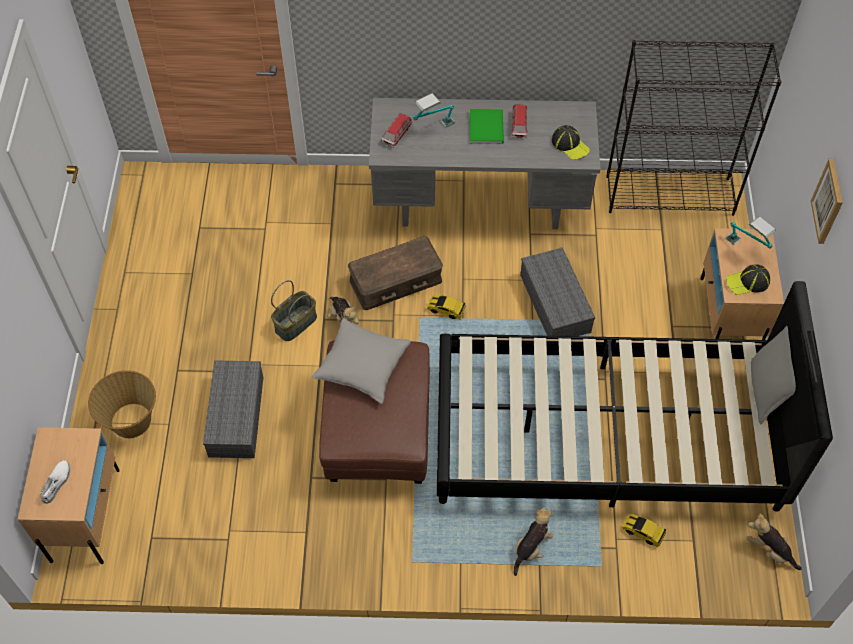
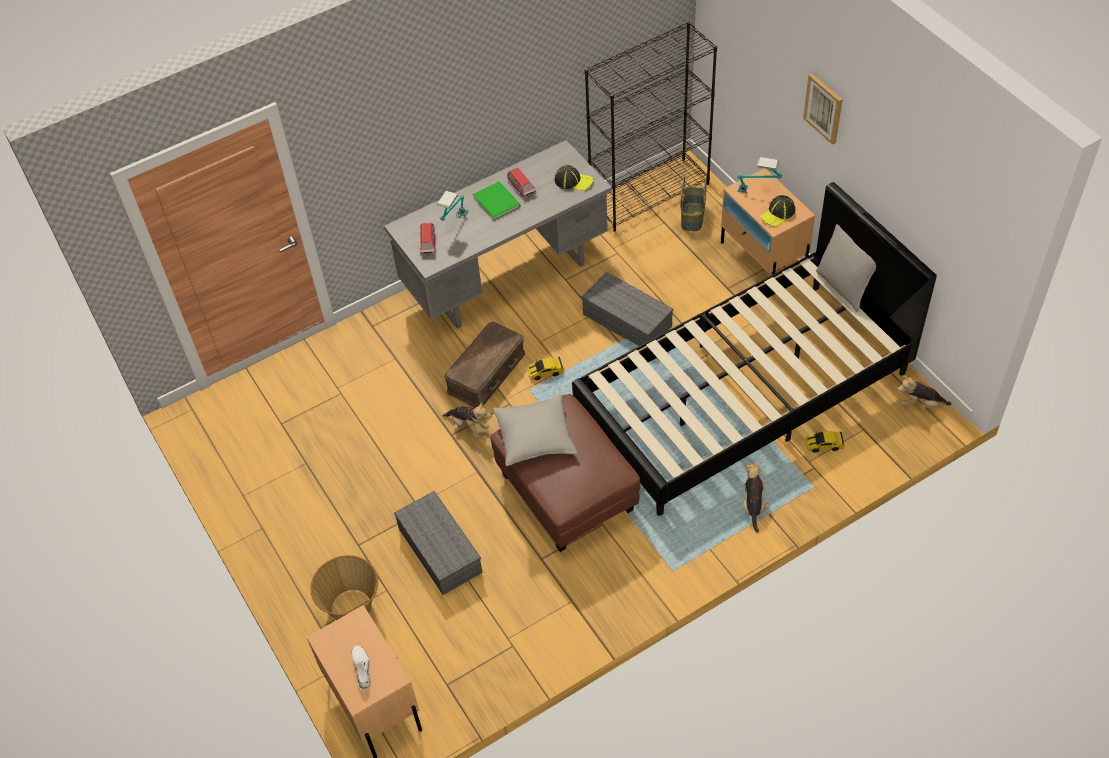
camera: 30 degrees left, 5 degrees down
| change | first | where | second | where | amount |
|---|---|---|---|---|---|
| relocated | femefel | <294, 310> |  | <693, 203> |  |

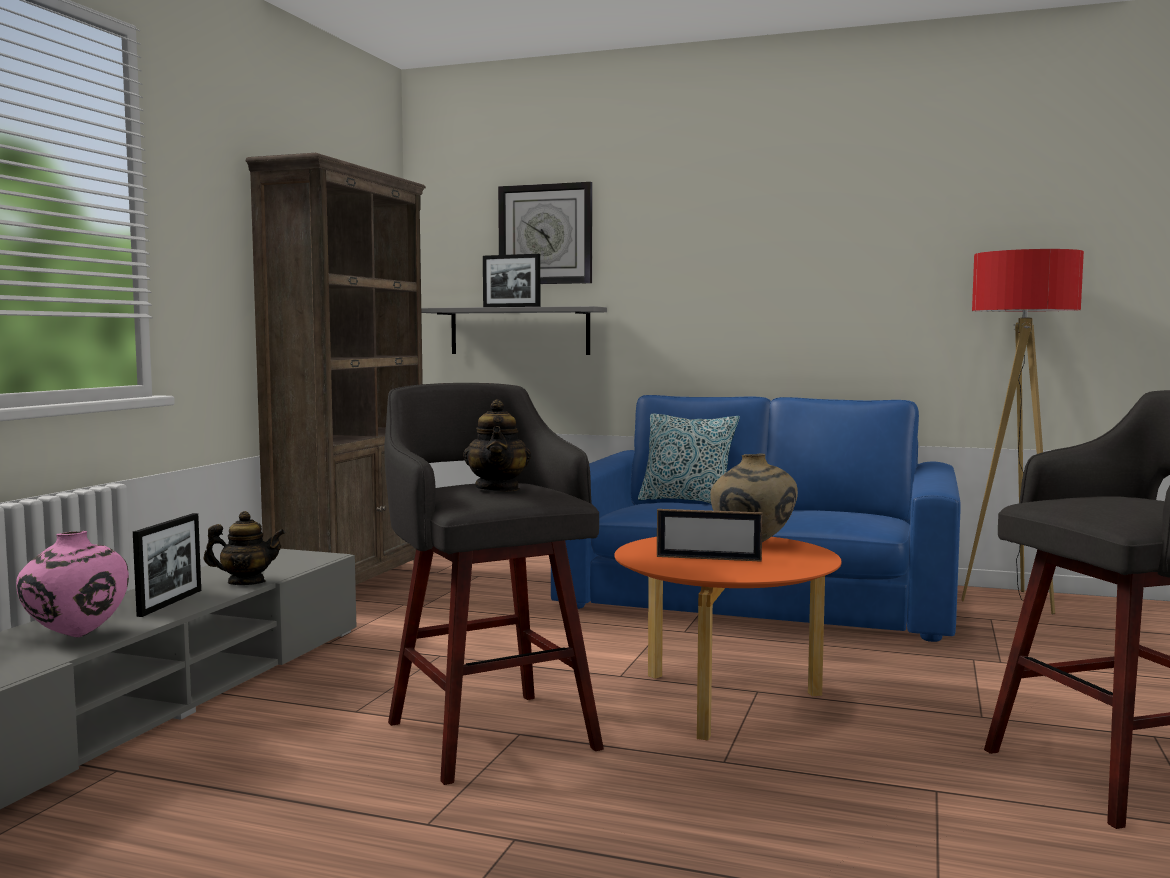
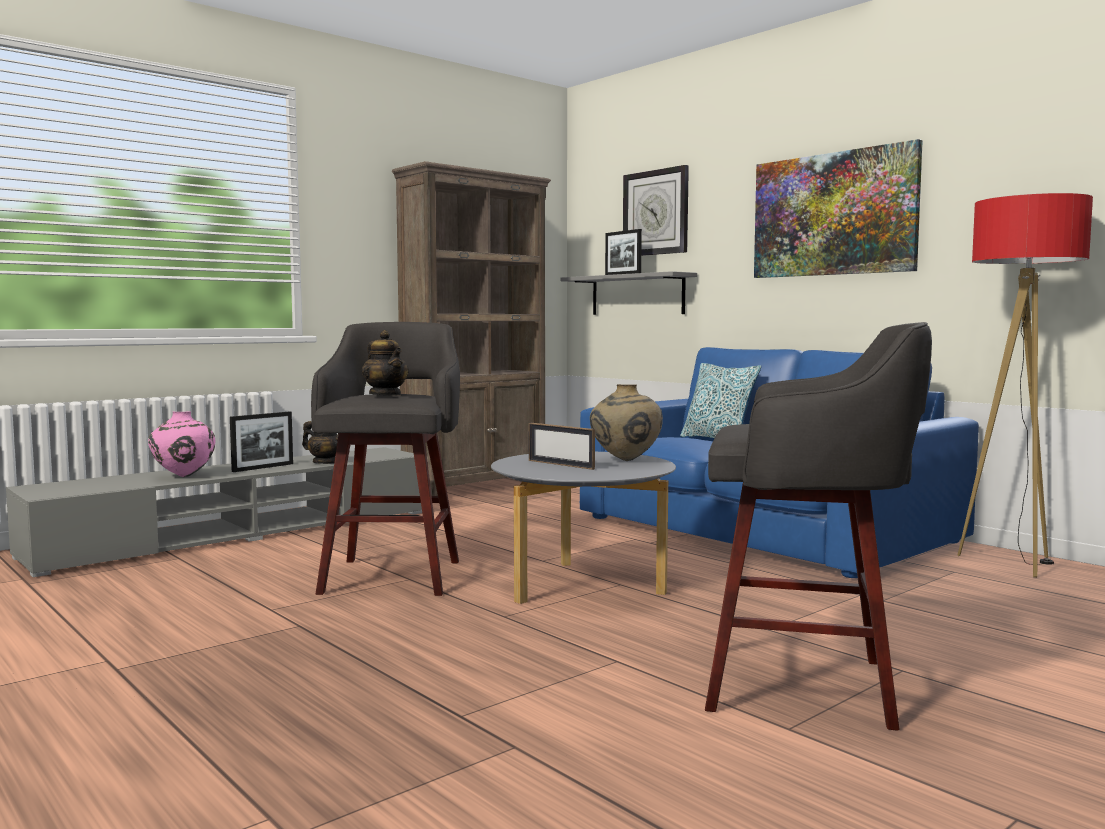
camera: 30 degrees right, 0 degrees up
| change | first | where | second | where | amount |
|---|---|---|---|---|---|
| spun | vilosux | <497, 445> |  | <385, 363> | 60 degrees counterclockwise |
| colour | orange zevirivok | <728, 639> | grey zevirivok | <583, 528> |  |
| appeared |  |  | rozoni | <838, 208> |  |

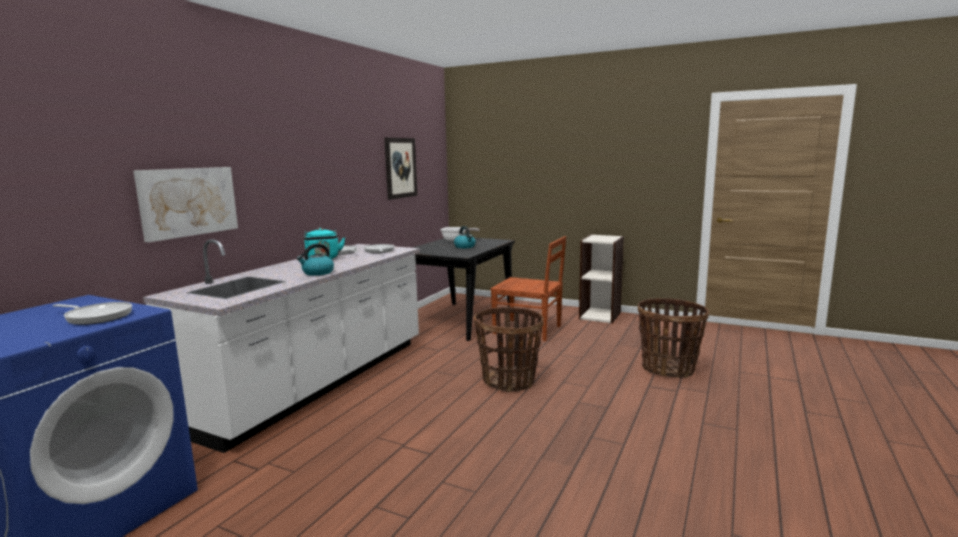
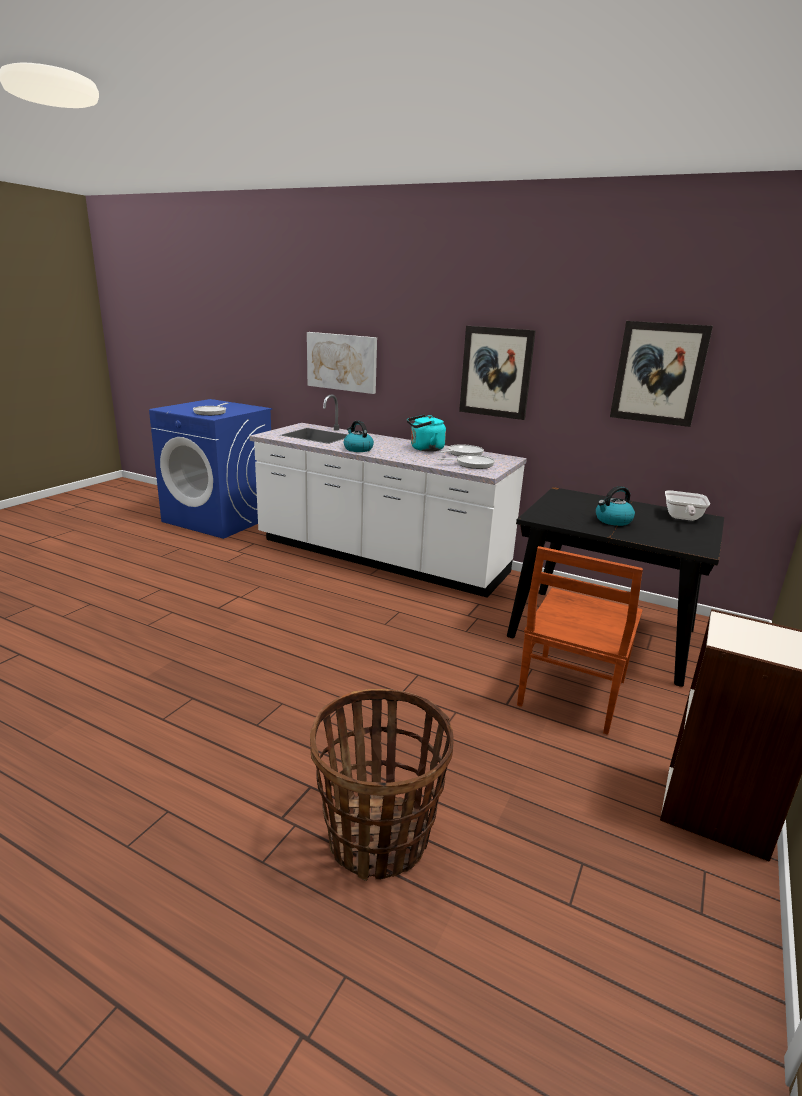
camera: 90 degrees right, 10 degrees up
| change | first | where | second | where | amount |
|---|---|---|---|---|---|
| missing | femefel | <509, 349> |  |  |  |
| appeared |  |  | rozoni | <497, 373> |  |

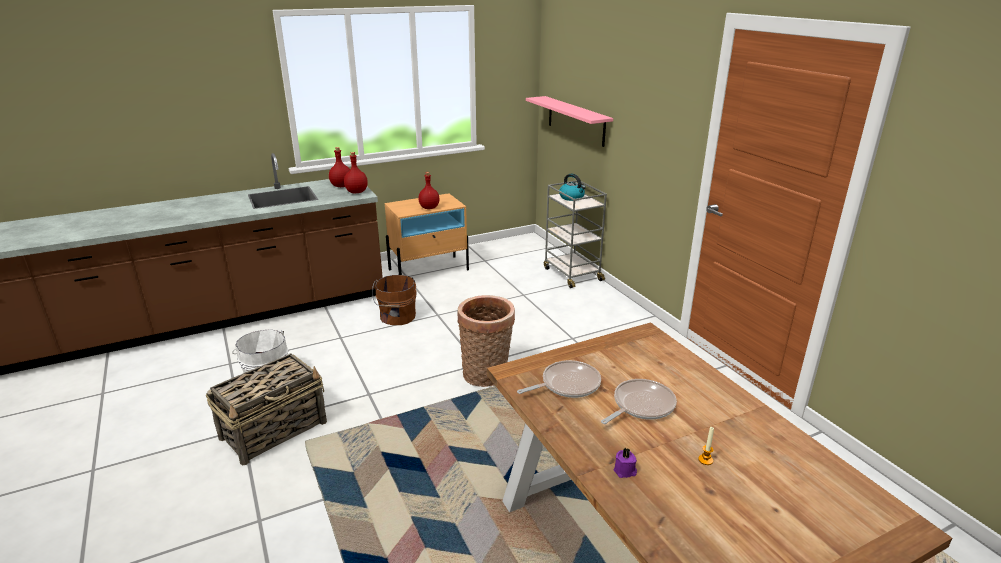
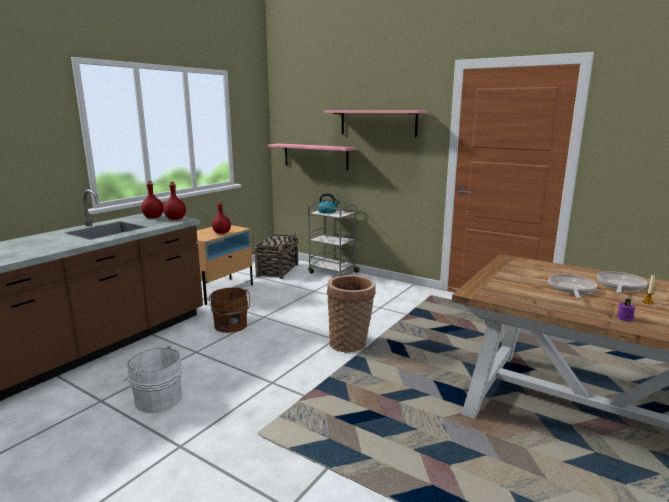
camera: 30 degrees left, 10 degrees down
| change | first | where | second | where | amount |
|---|---|---|---|---|---|
| relocated | femefel | <266, 409> |  | <276, 255> |  |
| relocated | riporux | <559, 379> |  | <622, 282> |  |
| appeared |  |  | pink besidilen | <375, 123> |  |

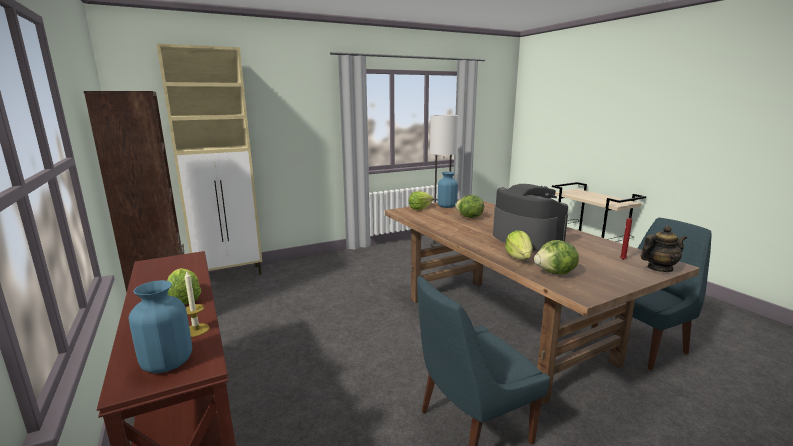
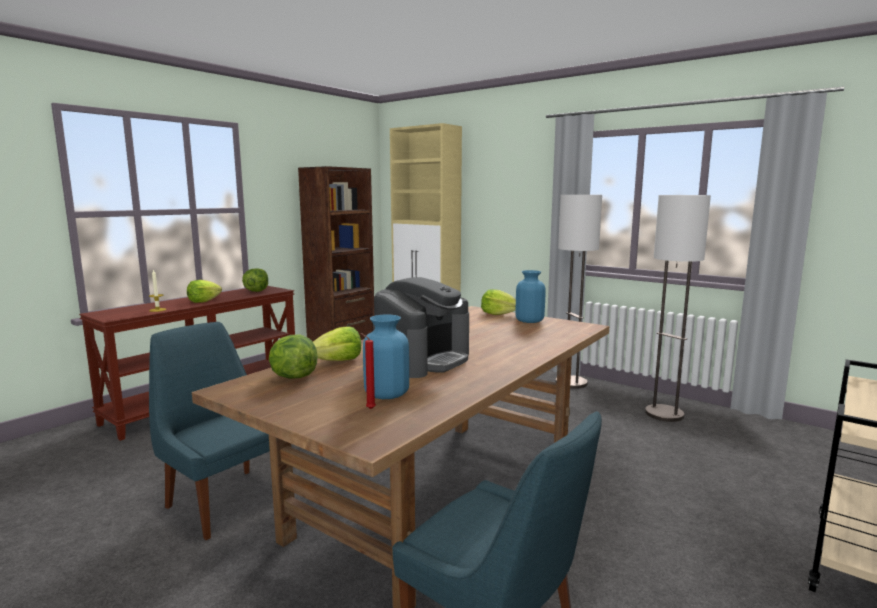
camera: 65 degrees right, 5 degrees down
| change | first | where | second | where | amount |
|---|---|---|---|---|---|
| relocated | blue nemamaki | <160, 326> |  | <386, 356> |  |
| relocated | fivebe | <469, 206> |  | <255, 280> |  |
| missing | vilosux | <664, 249> |  |  |  |
| appeared |  |  | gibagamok | <578, 292> |  |

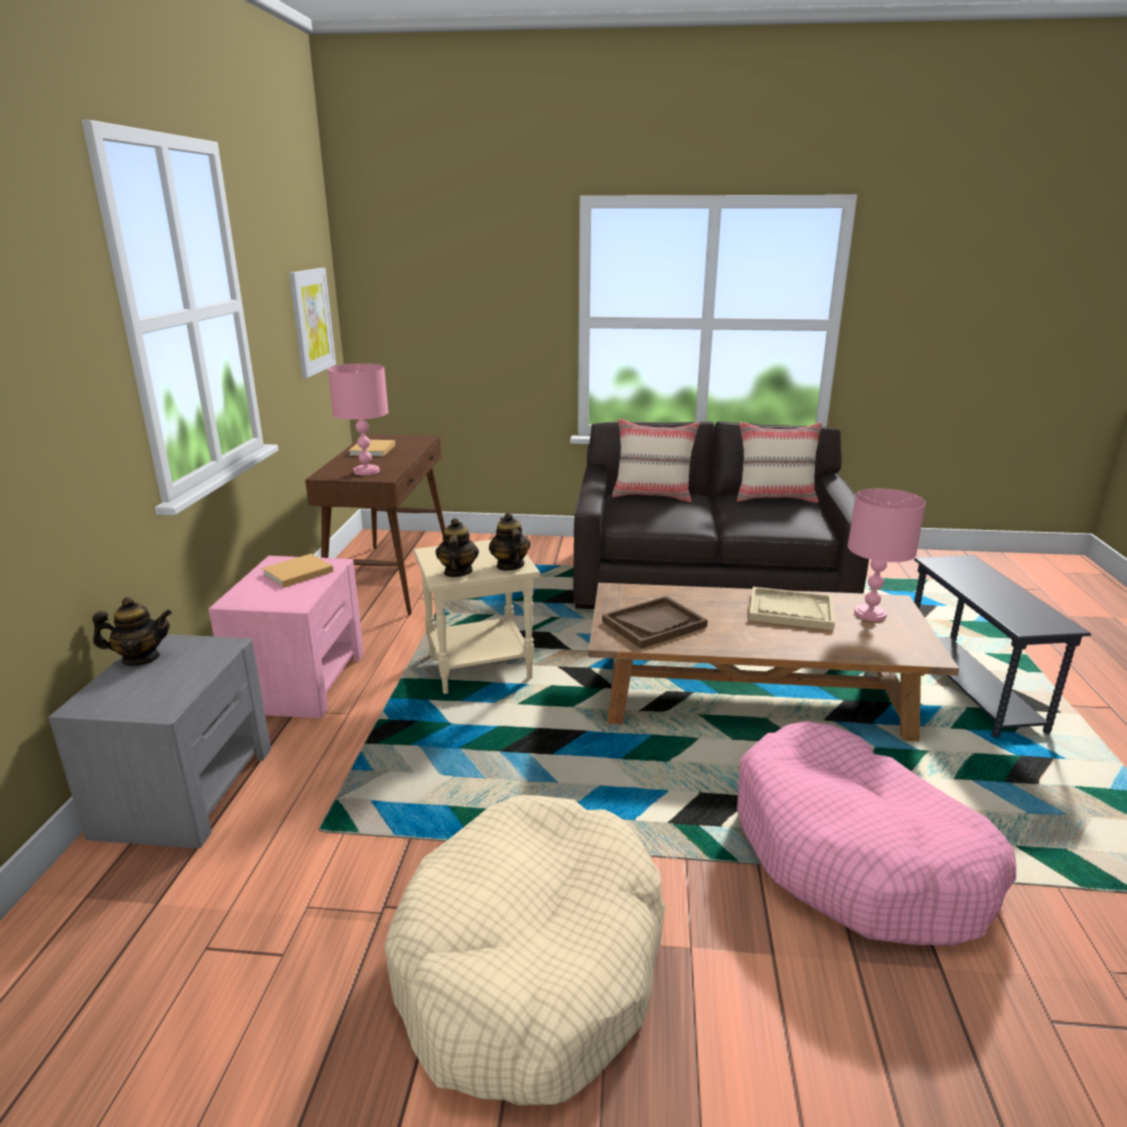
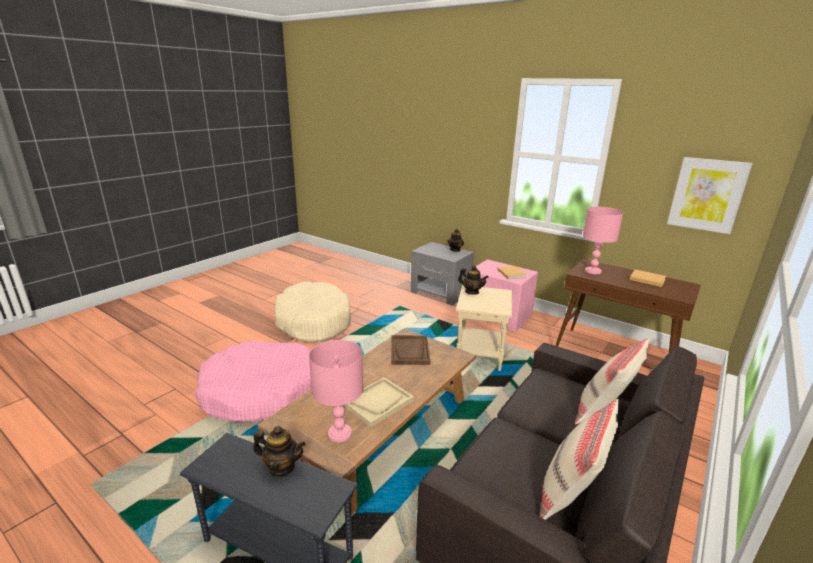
camera: 120 degrees right, 0 degrees up
| change | first | where | second | where | amount |
|---|---|---|---|---|---|
| relocated | vilosux | <509, 541> |  | <279, 451> |  |

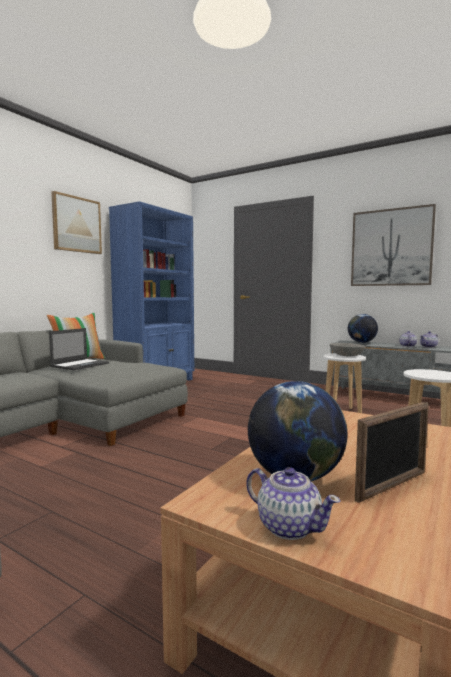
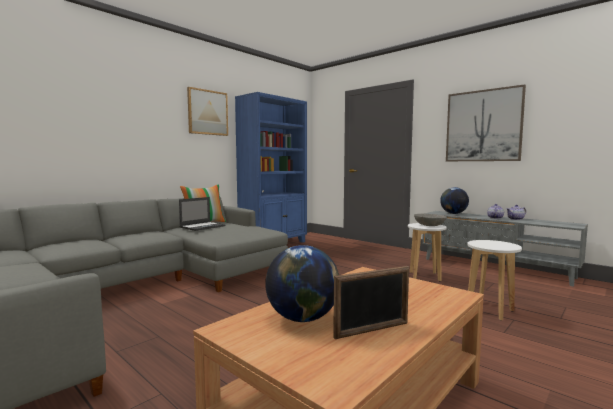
camera: 10 degrees right, 0 degrees up
| change | first | where | second | where | amount |
|---|---|---|---|---|---|
| missing | vilosux | <293, 503> |  |  |  |

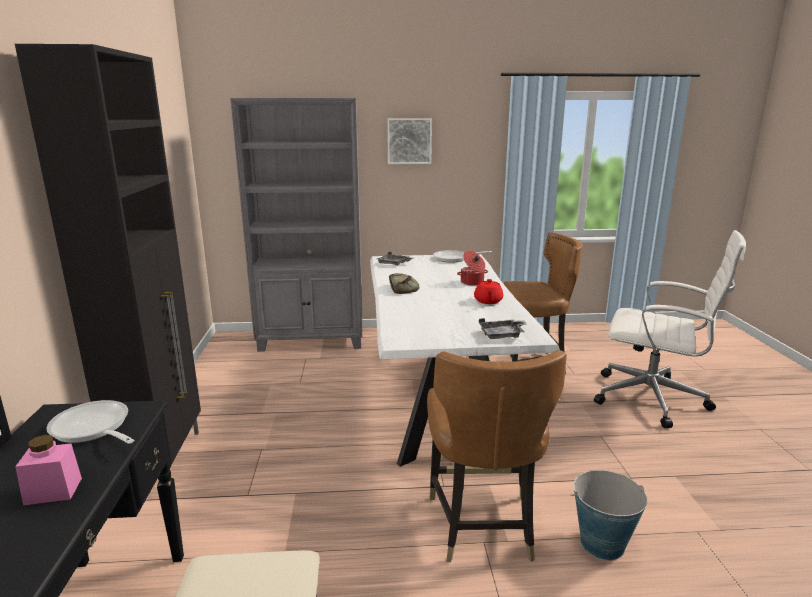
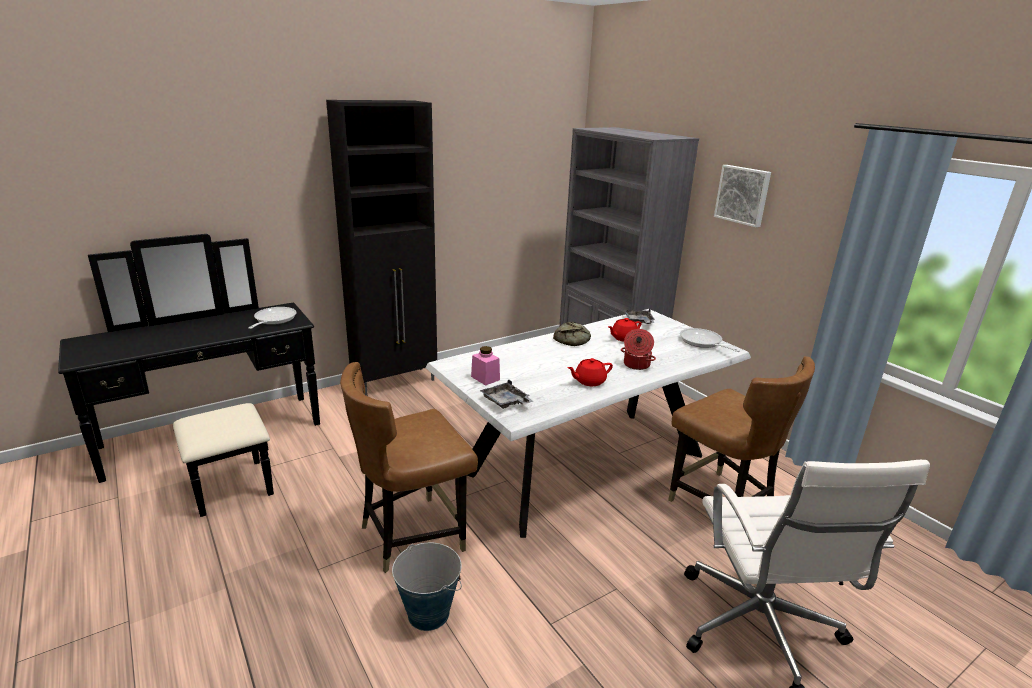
camera: 60 degrees right, 5 degrees up
| change | first | where | second | where | amount |
|---|---|---|---|---|---|
| relocated | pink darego | <48, 470> |  | <485, 365> |  |
| appeared |  |  | red vilosux | <624, 330> |  |

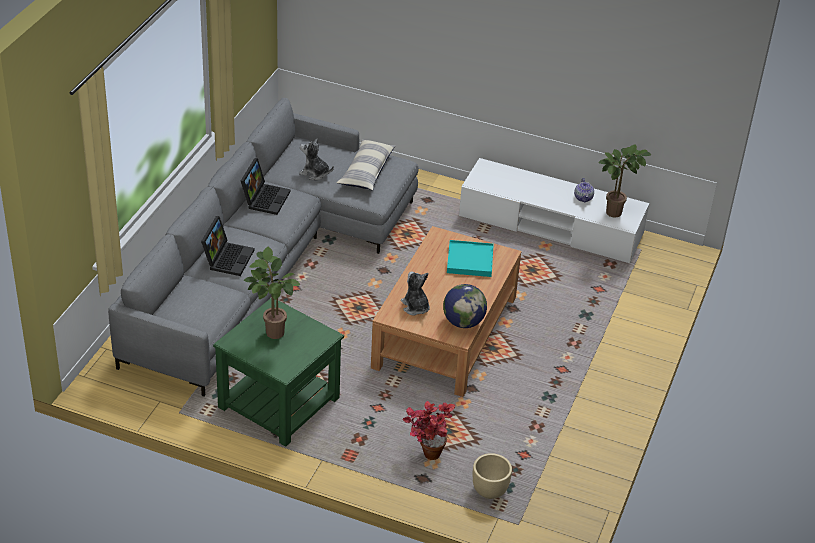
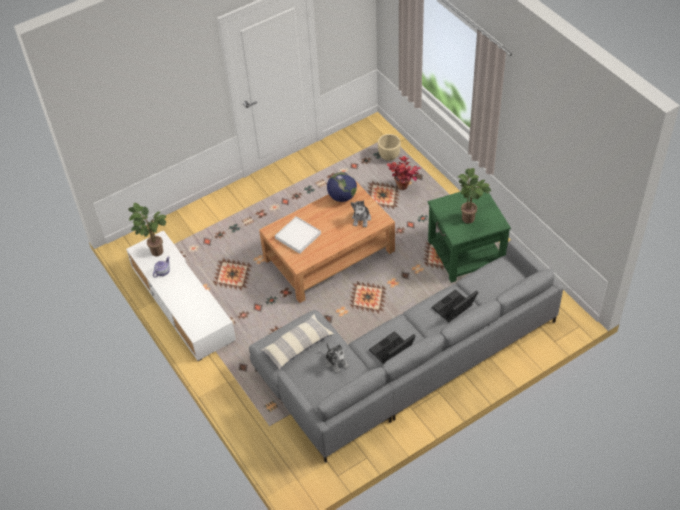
camera: 140 degrees left, 10 degrees up
| change | first | where | second | where | amount |
|---|---|---|---|---|---|
| colour | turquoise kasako | <470, 258> | white kasako | <298, 235> |  |

